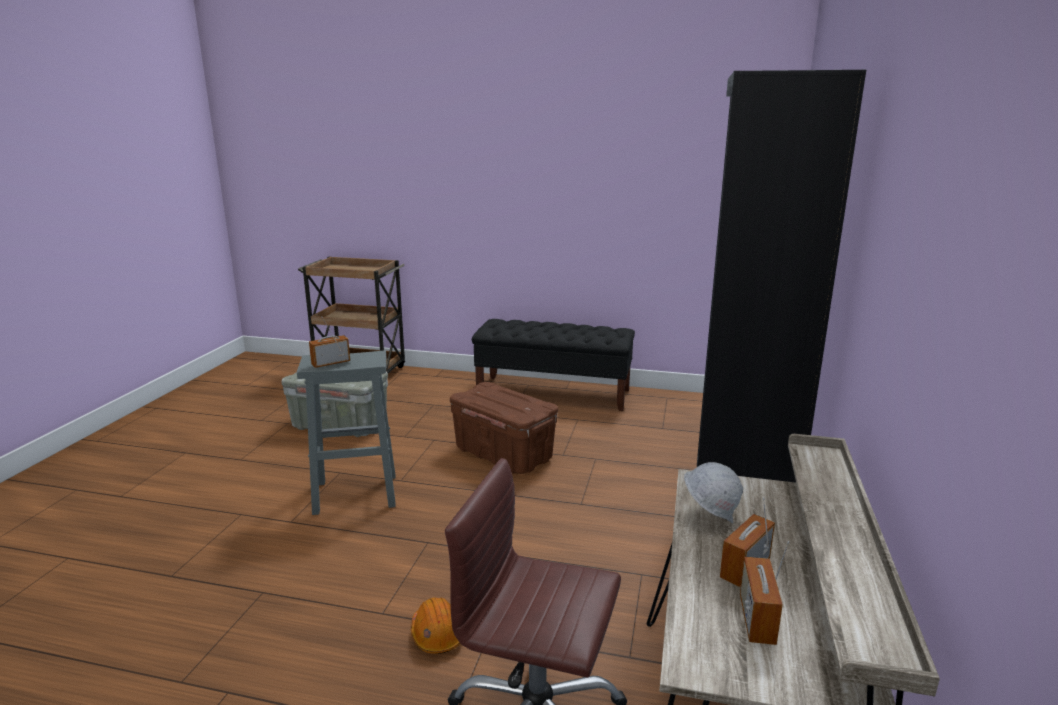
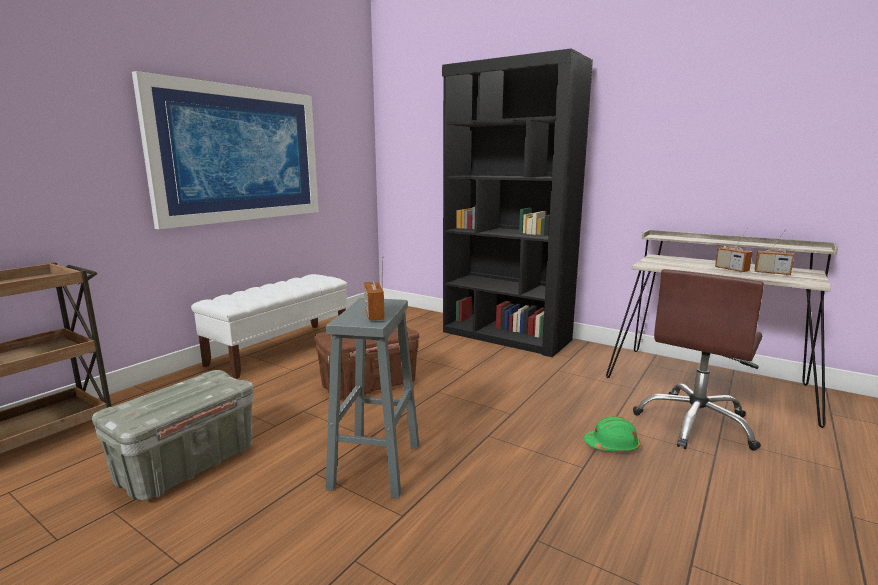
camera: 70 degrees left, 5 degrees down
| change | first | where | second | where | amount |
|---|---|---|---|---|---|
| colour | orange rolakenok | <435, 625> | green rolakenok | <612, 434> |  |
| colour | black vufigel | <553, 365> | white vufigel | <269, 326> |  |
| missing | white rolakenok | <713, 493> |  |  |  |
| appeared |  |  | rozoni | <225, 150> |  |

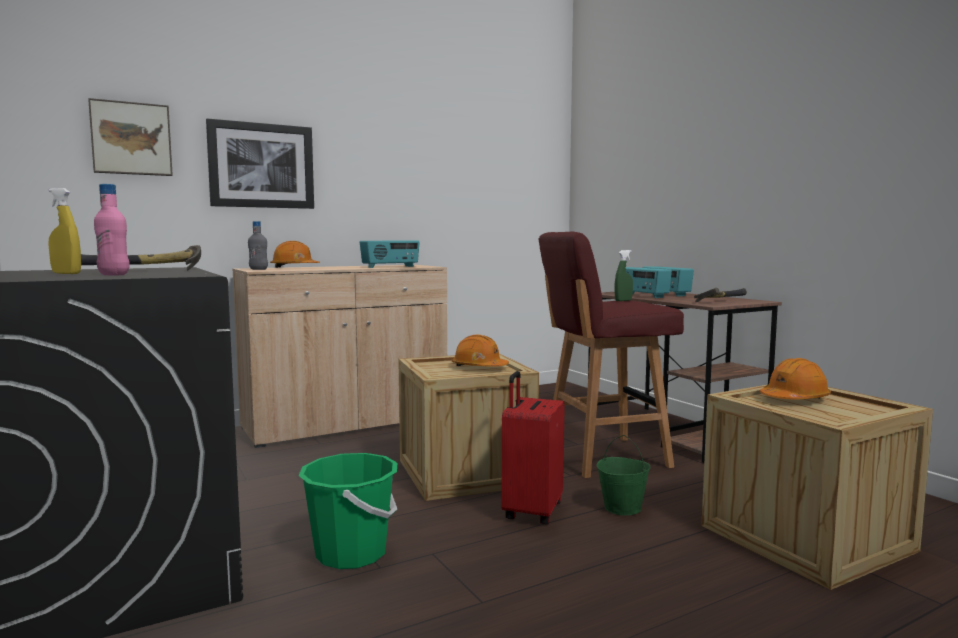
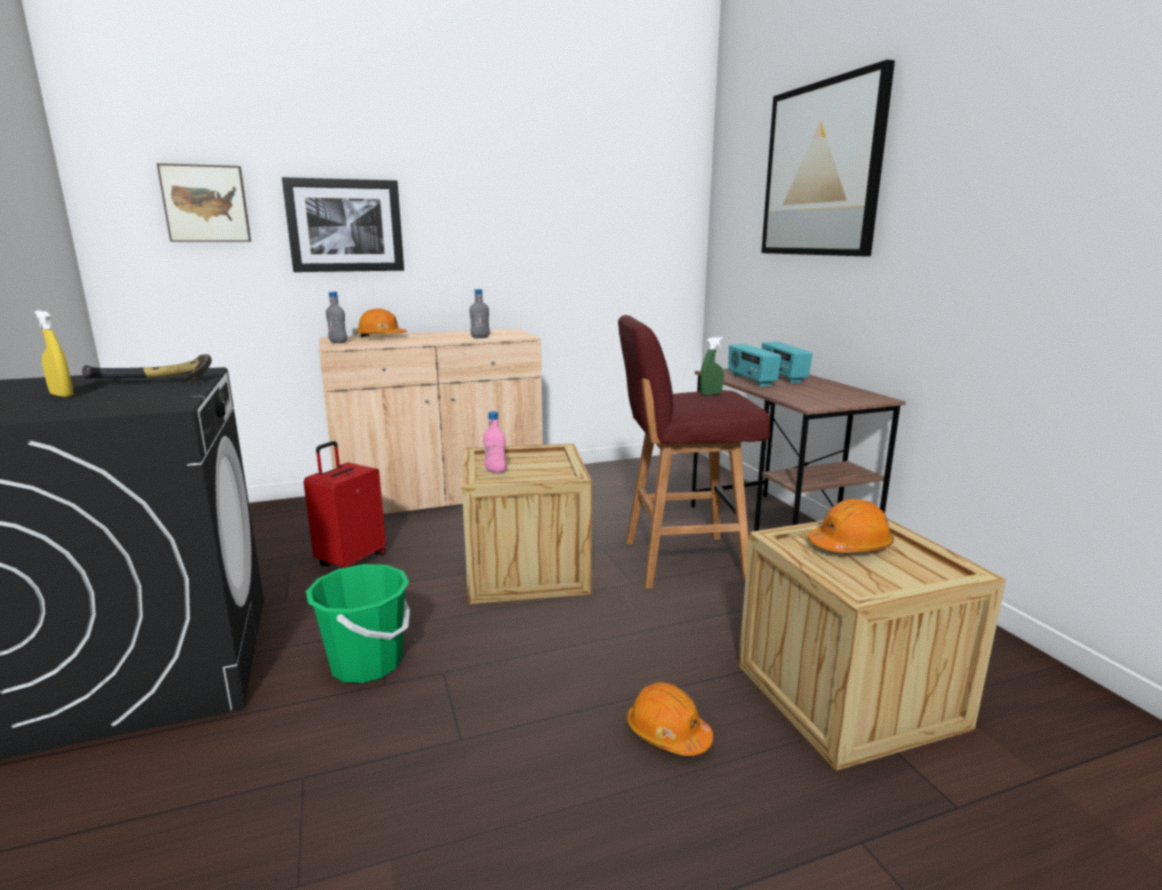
camera: 10 degrees right, 10 degrees up
| change | first | where | second | where | amount |
|---|---|---|---|---|---|
| relocated | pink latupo | <111, 229> |  | <494, 442> |  |
| exchanged | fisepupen | <390, 254> | grey latupo | <479, 313> |  |
| relocated | orange rolakenok | <480, 350> |  | <670, 719> |  |
| relocated | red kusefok | <533, 448> |  | <345, 504> |  |
| missing | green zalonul | <624, 475> |  |  |  |
| missing | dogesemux | <720, 295> |  |  |  |
| appeared |  |  | rozoni | <828, 158> |  |

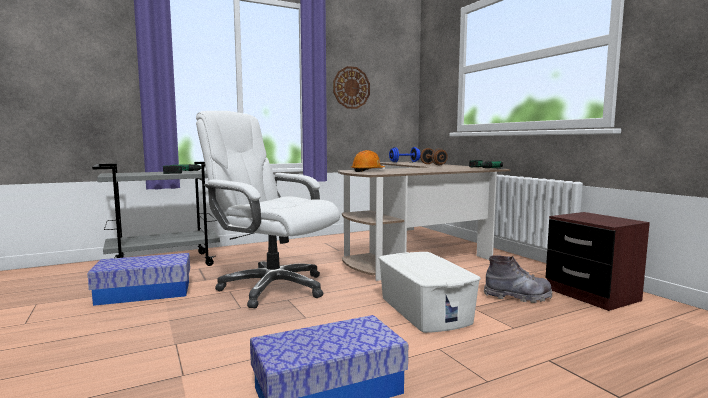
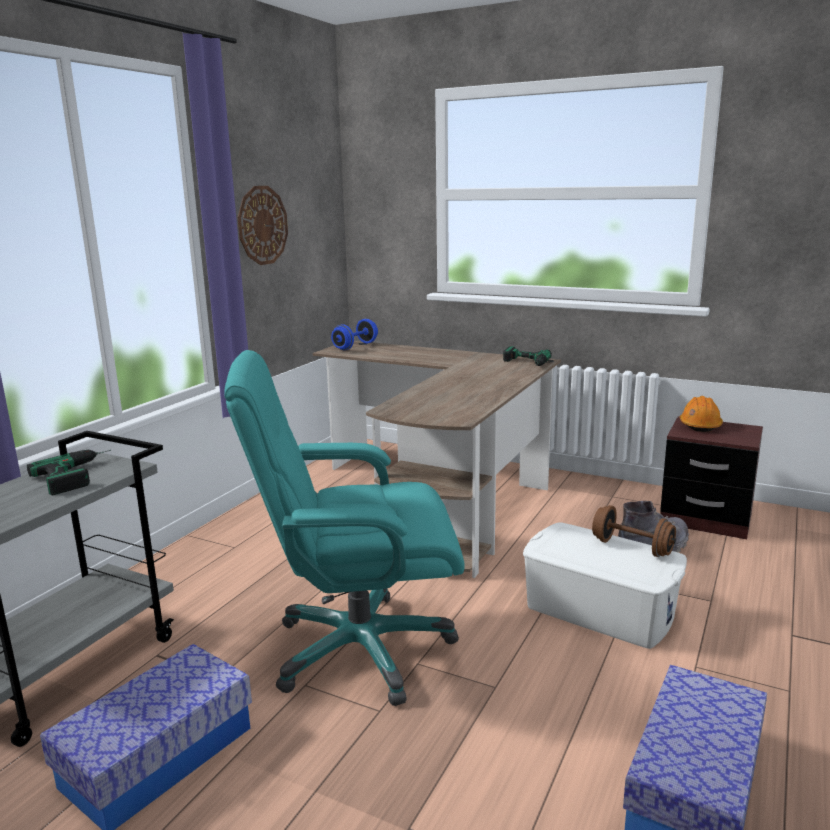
camera: 35 degrees left, 10 degrees up
| change | first | where | second | where | amount |
|---|---|---|---|---|---|
| colour | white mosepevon | <268, 209> | turquoise mosepevon | <344, 528> |  |
| relocated | orange rolakenok | <368, 161> |  | <701, 414> |  |
| relocated | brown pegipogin | <434, 157> |  | <634, 531> |  |

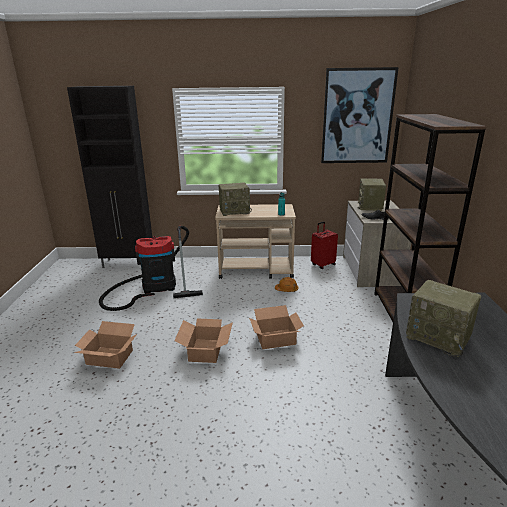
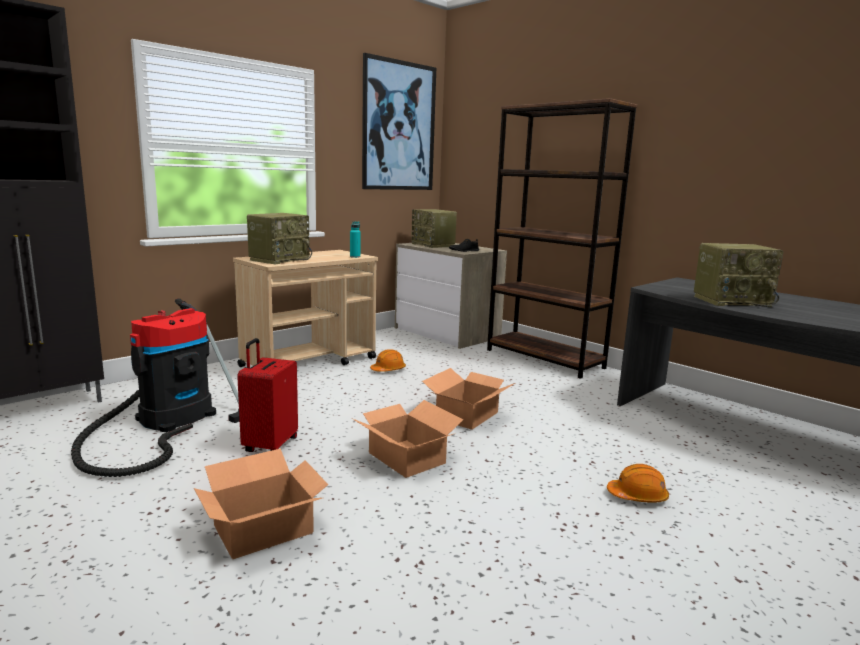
camera: 45 degrees left, 10 degrees down
| change | first | where | second | where | amount |
|---|---|---|---|---|---|
| relocated | red kusefok | <324, 245> |  | <267, 395> |  |
| appeared |  |  | orange rolakenok | <638, 483> |  |

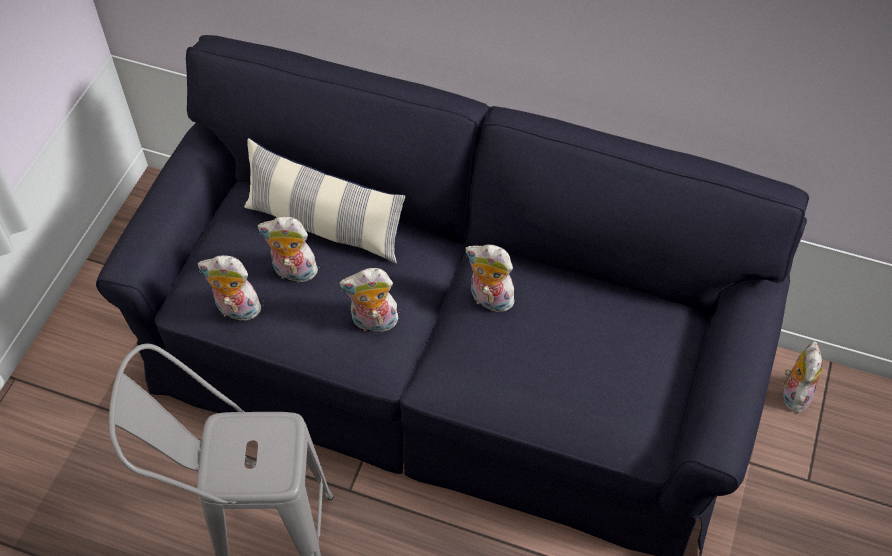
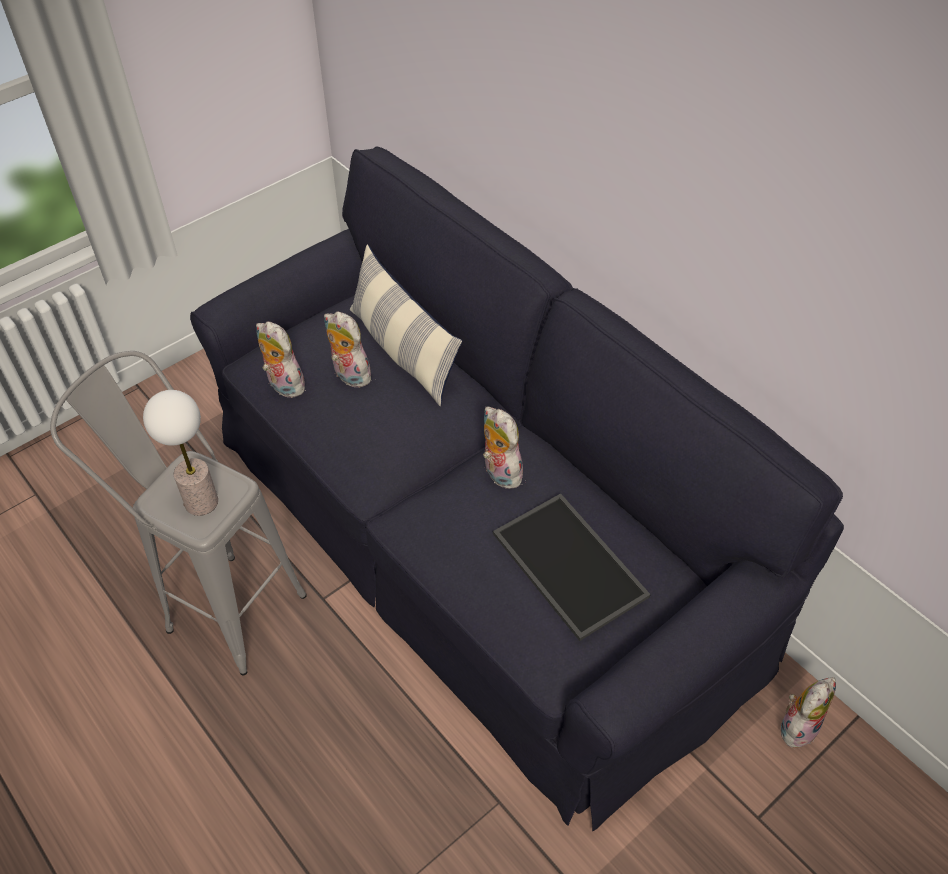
camera: 30 degrees right, 5 degrees down
| change | first | where | second | where | amount |
|---|---|---|---|---|---|
| missing | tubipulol | <368, 300> |  |  |  |
| appeared |  |  | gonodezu | <180, 453> |  |
| appeared |  |  | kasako | <572, 567> |  |

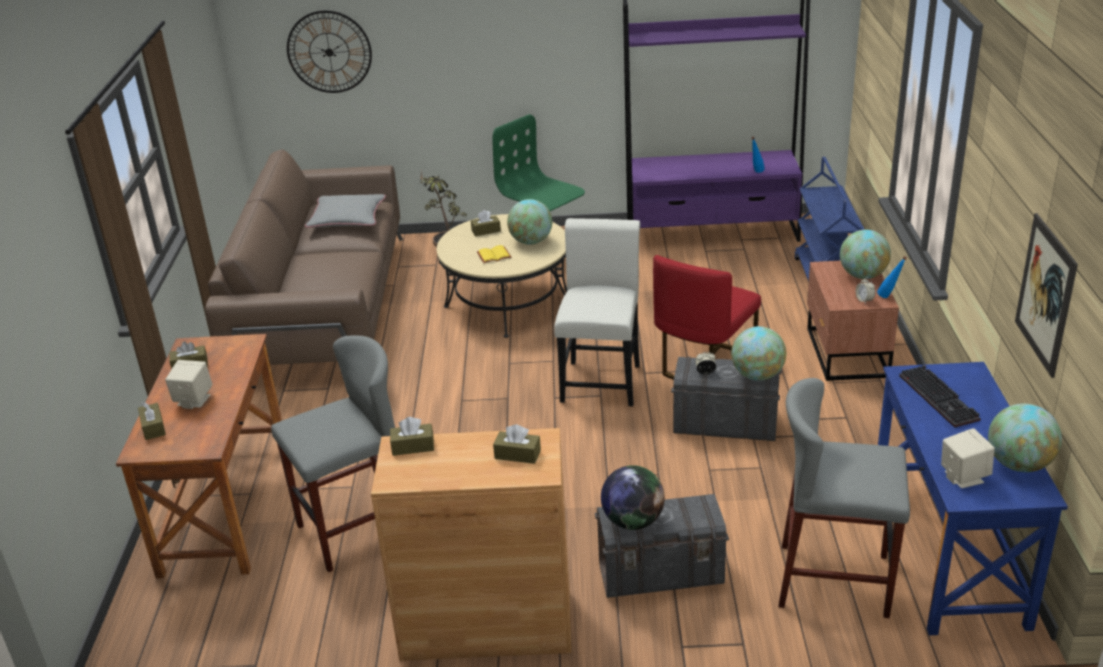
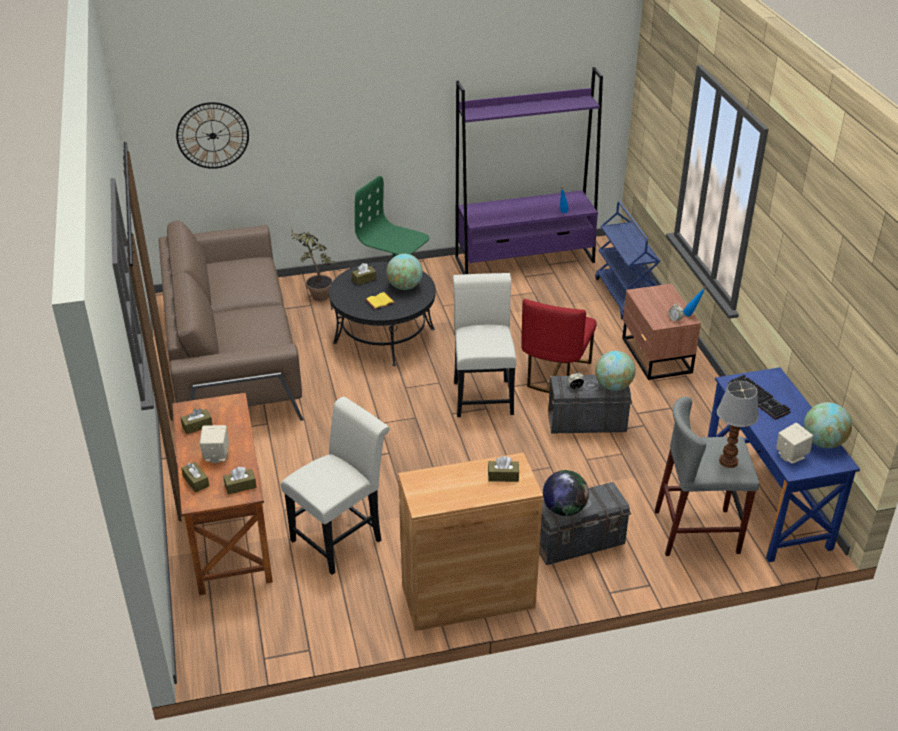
camera: 15 degrees left, 5 degrees up
| change | first | where | second | where | amount |
|---|---|---|---|---|---|
| exchanged | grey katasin | <333, 453> | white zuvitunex | <335, 486> |  |
| missing | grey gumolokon | <345, 211> |  |  |  |
| relocated | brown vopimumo | <412, 436> |  | <240, 481> |  |
| colour | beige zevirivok | <502, 276> | black zevirivok | <382, 314> |  |
| missing | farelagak | <865, 254> |  |  |  |
| missing | rozoni | <1046, 295> |  |  |  |
| appeared |  |  | gonodezu | <738, 424> |  |

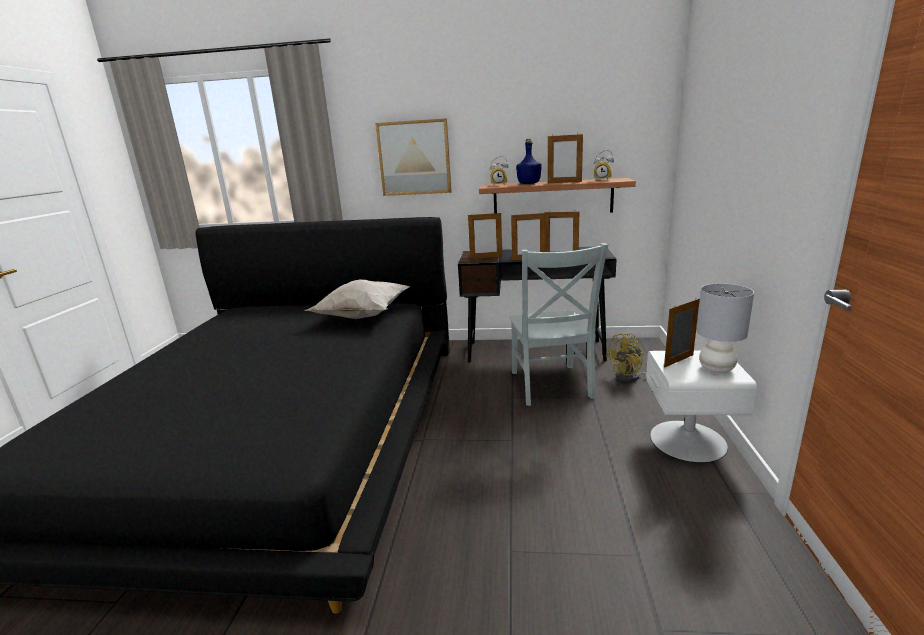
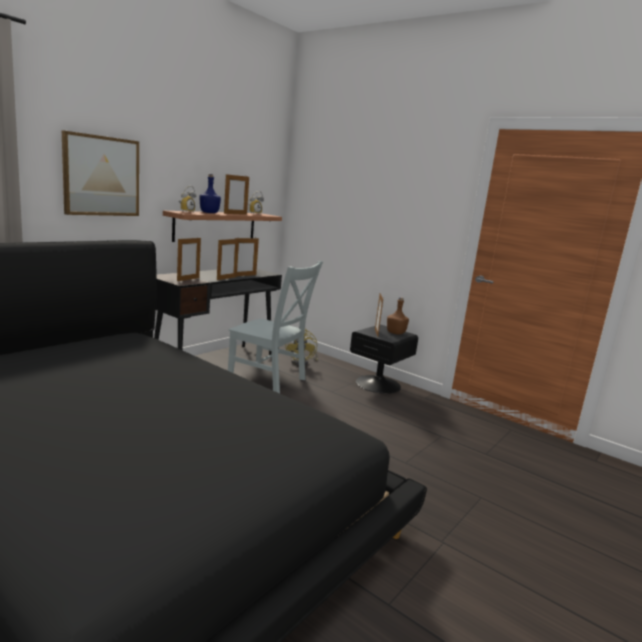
camera: 60 degrees left, 5 degrees down
| change | first | where | second | where | amount |
|---|---|---|---|---|---|
| missing | white gumolokon | <357, 299> |  |  |  |
| colour | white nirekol | <701, 406> | black nirekol | <384, 359> |  |
| exchanged | grey gonodezu | <725, 328> | brown latupo | <398, 316> |  |

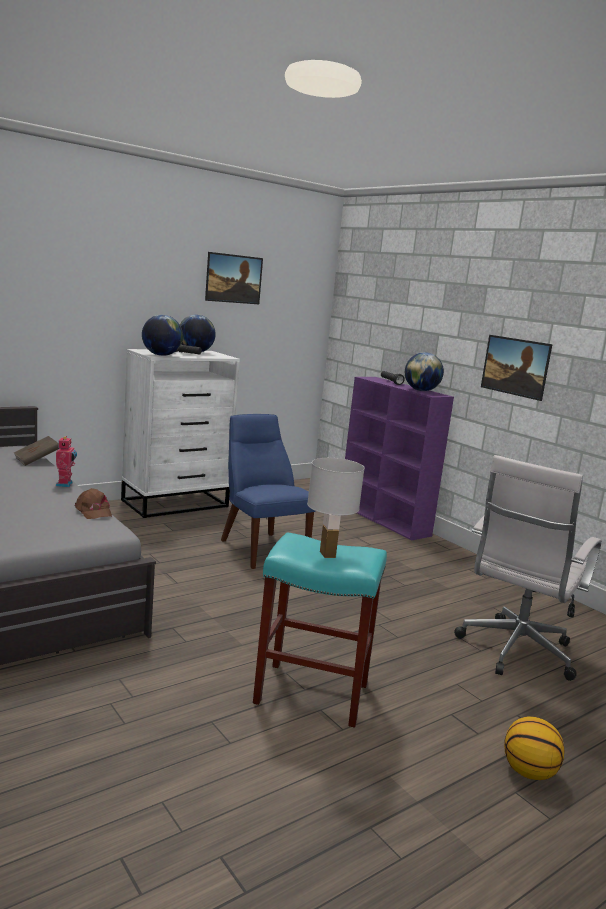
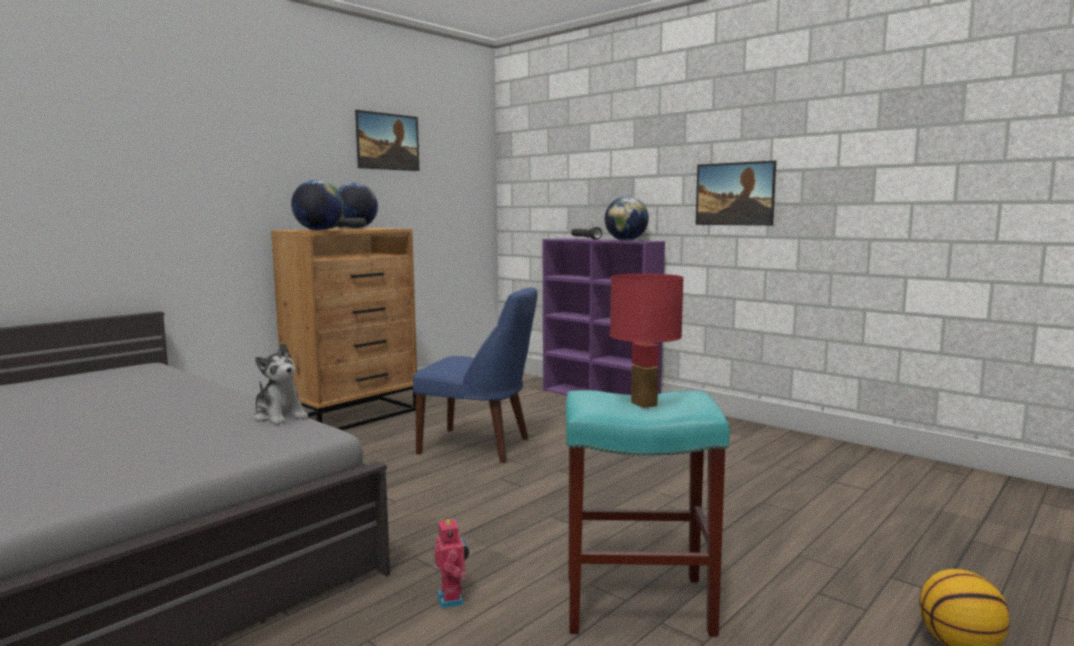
camera: 10 degrees left, 5 degrees down
| change | first | where | second | where | amount |
|---|---|---|---|---|---|
| missing | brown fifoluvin | <36, 451> |  |  |  |
| relocated | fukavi | <66, 461> |  | <452, 562> |  |
| exchanged | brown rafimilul | <93, 503> | tubipulol | <281, 384> |  |
| colour | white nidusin | <180, 433> | brown nidusin | <344, 329> |  |
| spun | blue zuvitunex | <268, 491> |  | <475, 375> | 150 degrees clockwise |
| colour | white gonodezu | <336, 508> | red gonodezu | <647, 341> |  |
| missing | white mosepevon | <528, 568> |  |  |  |

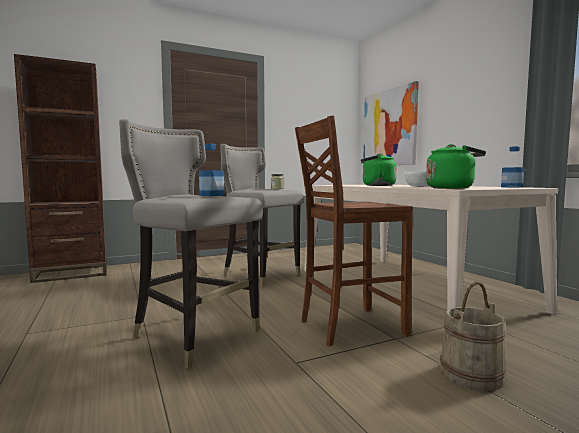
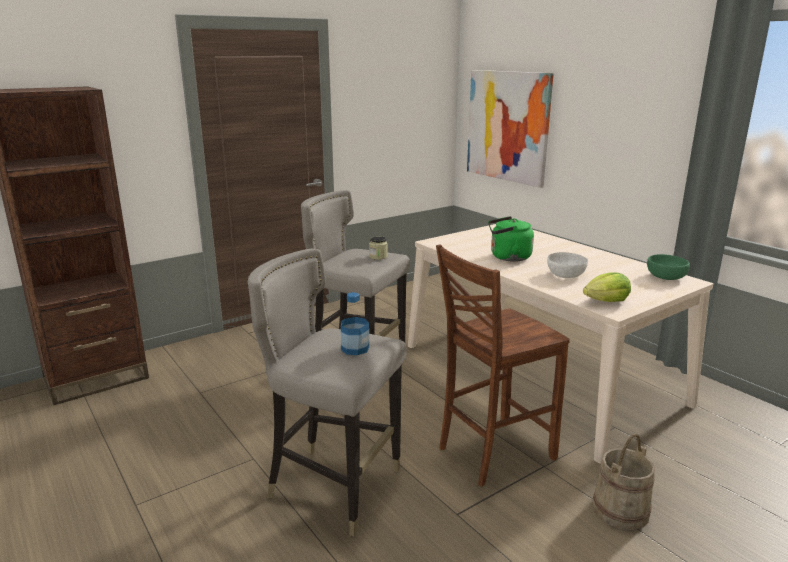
camera: 10 degrees left, 15 degrees up
| change | first | where | second | where | amount |
|---|---|---|---|---|---|
| exchanged | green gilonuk | <456, 166> | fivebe | <607, 287> |  |
| exchanged | latupo | <513, 167> | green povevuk | <668, 267> |  |

